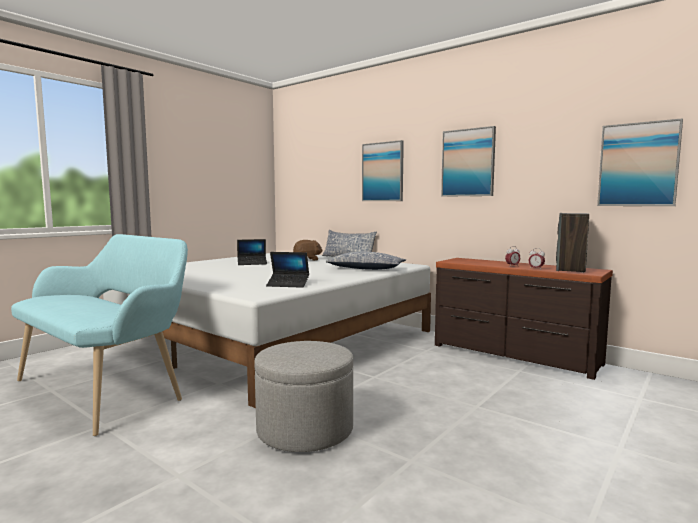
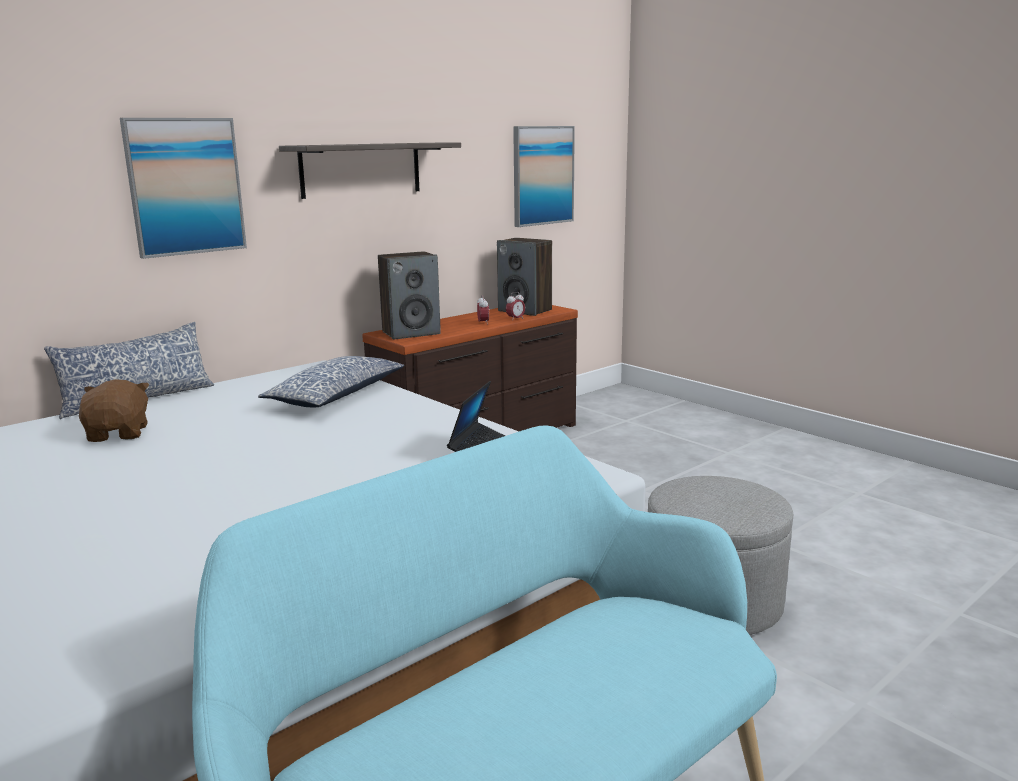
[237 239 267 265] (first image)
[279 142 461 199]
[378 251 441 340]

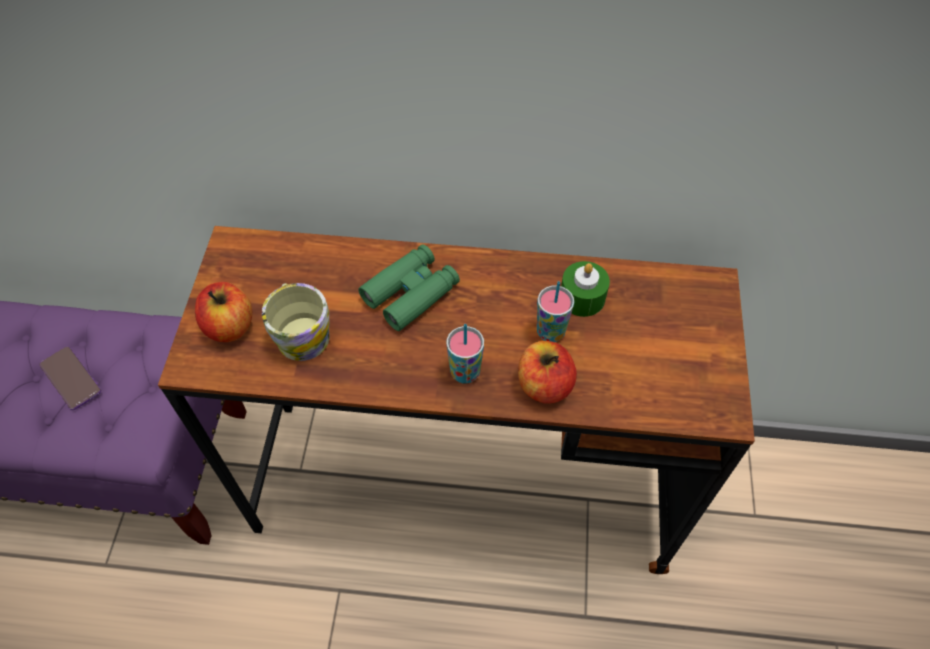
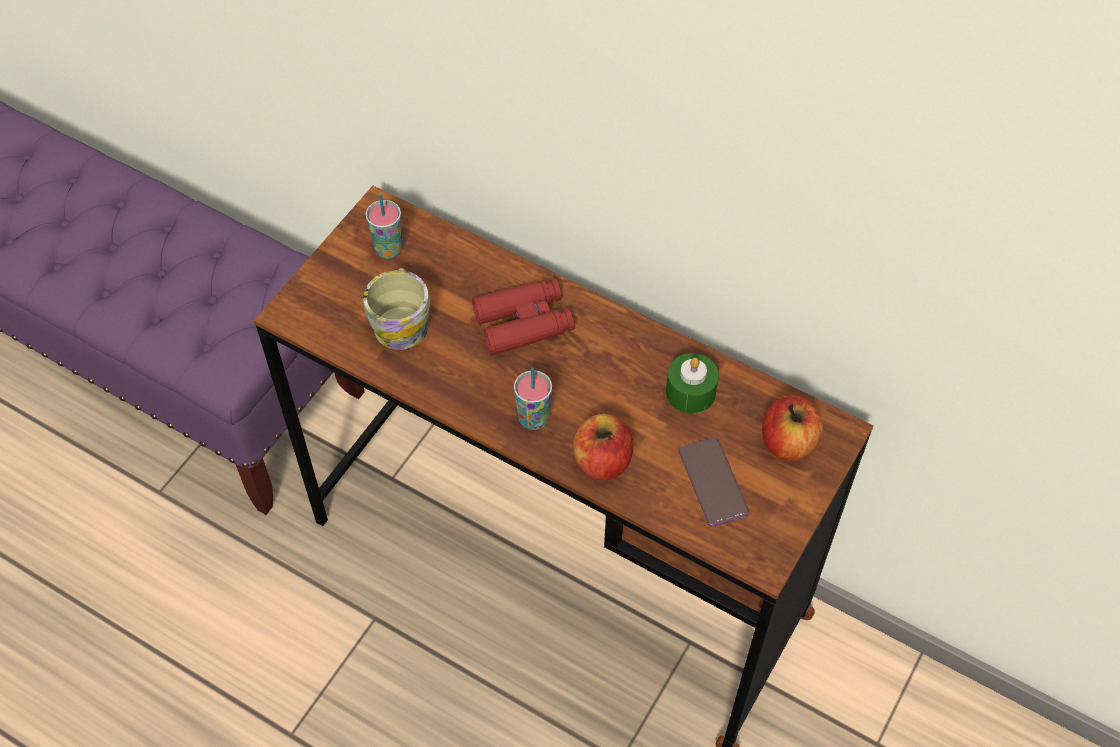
[679 438 749 526]
[762 395 823 461]
[472 278 575 355]
[365 193 403 259]

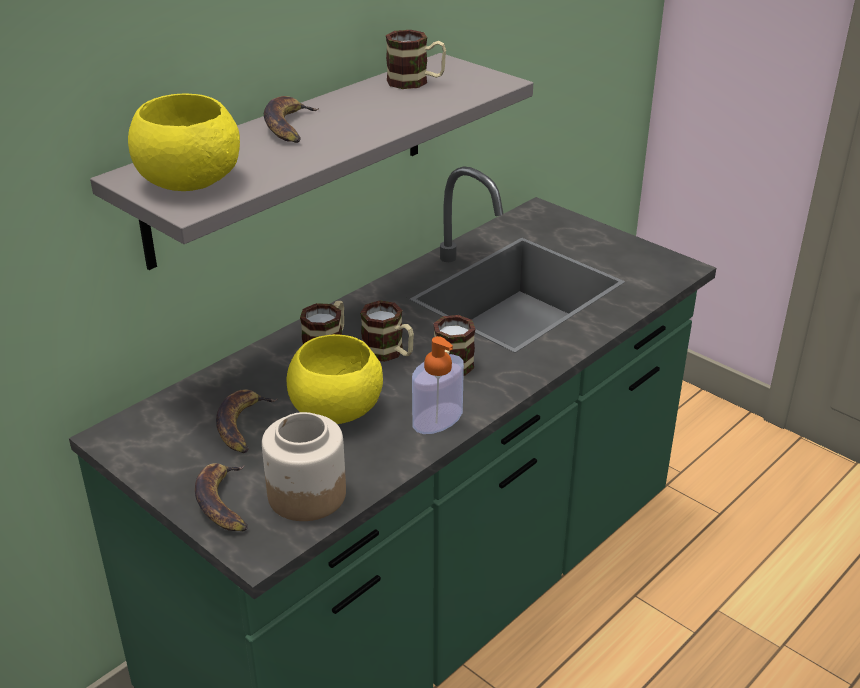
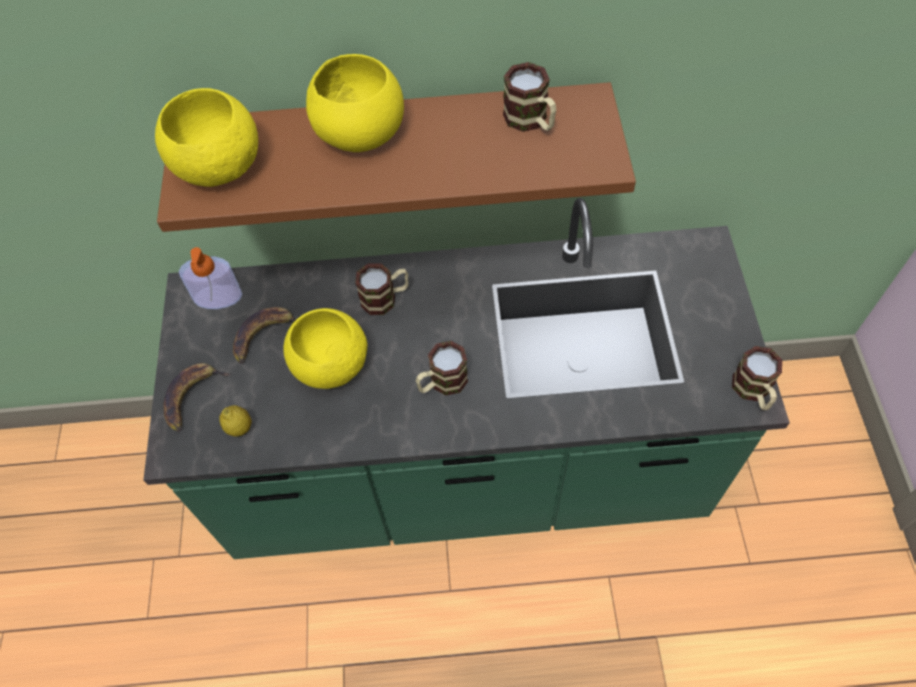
[157 82 636 232]
[219 405 252 437]
[306 54 404 152]
[732 346 782 410]
[179 247 242 309]

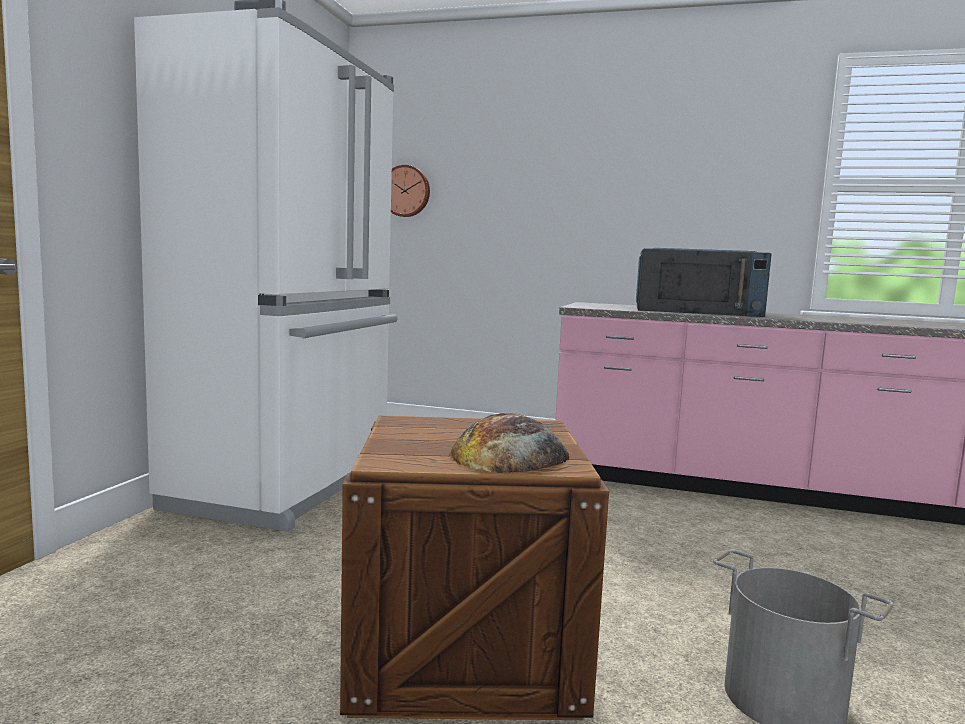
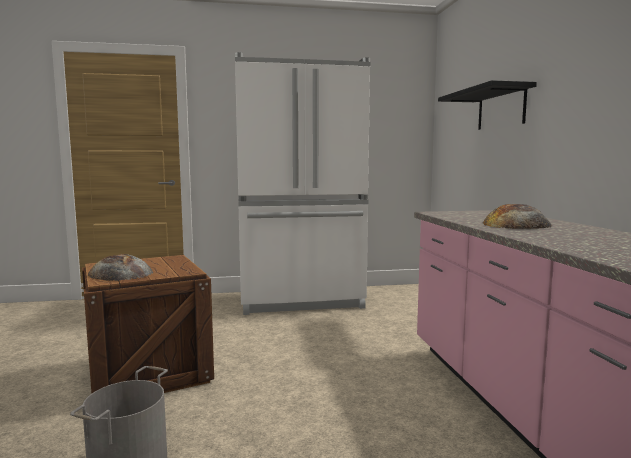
[391 165 430 217] (first image)
[482 204 552 229]
[438 80 537 130]

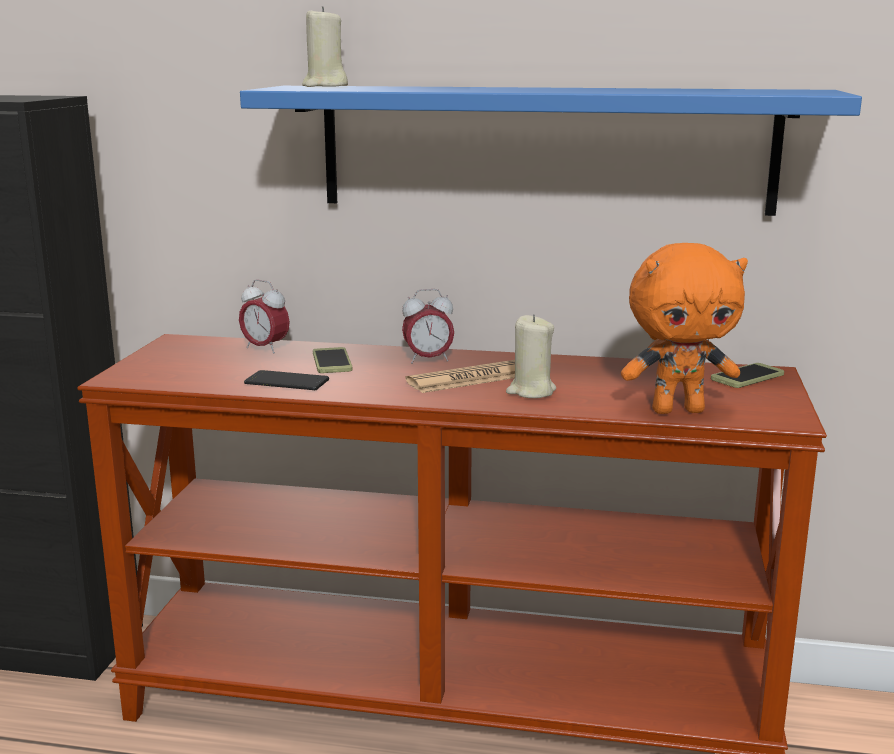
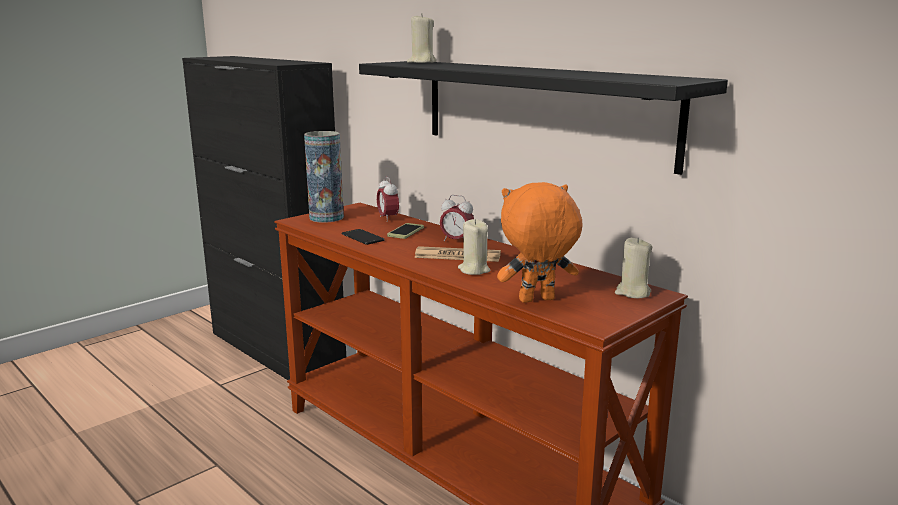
[359 61 728 175]
[497 182 582 303]
[615 237 652 298]
[304 131 344 223]

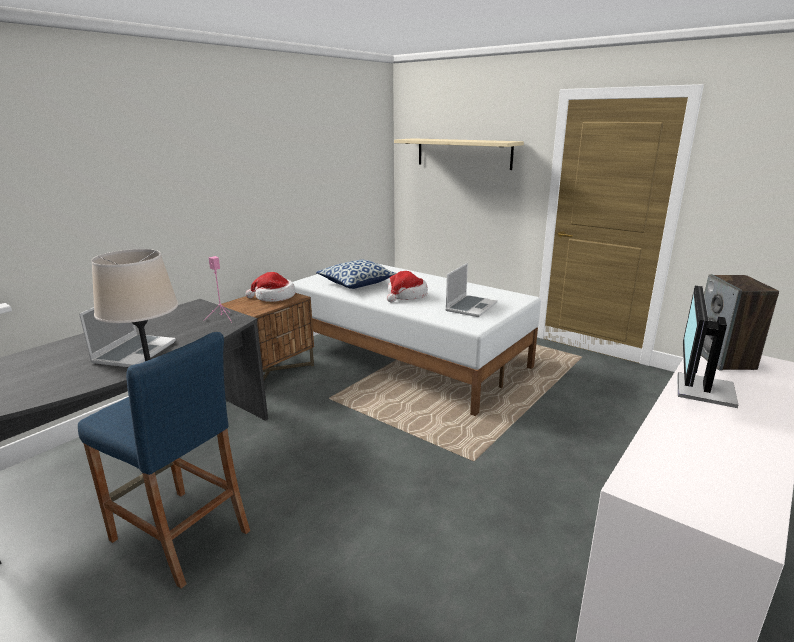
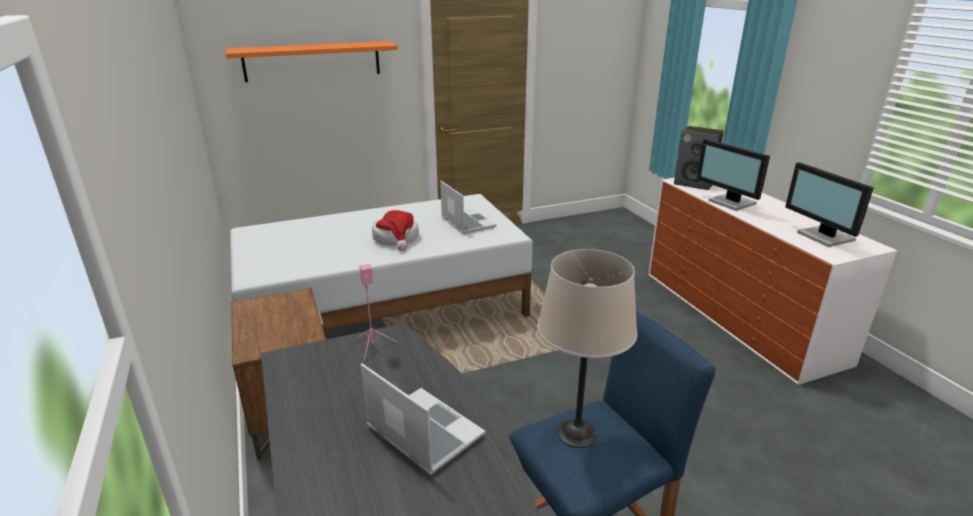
[245 272 296 302] (first image)
[316 260 397 289] (first image)
[226 41 398 82]
[785 162 874 247]

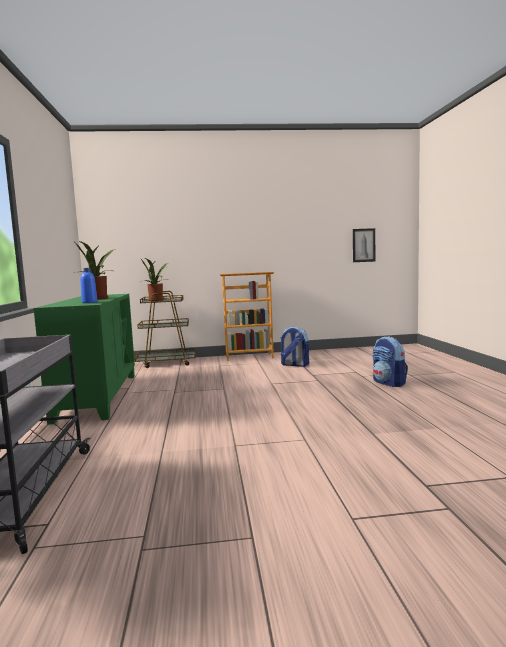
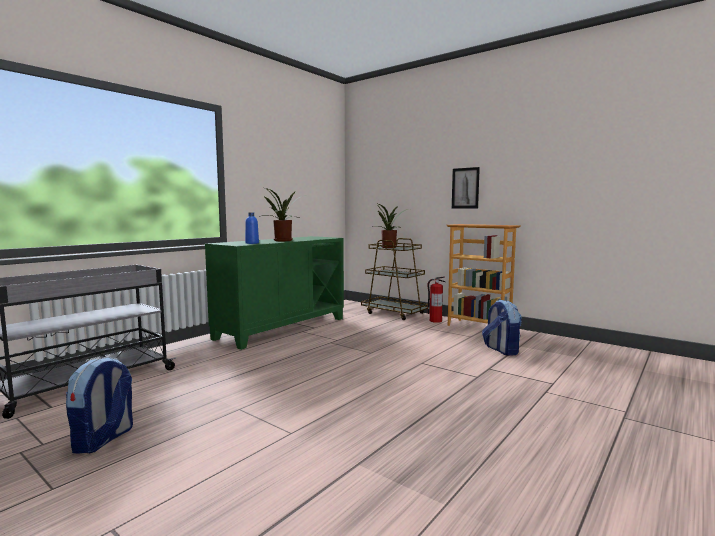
[452 167 480 209]
[66 357 133 453]
[428 276 445 323]

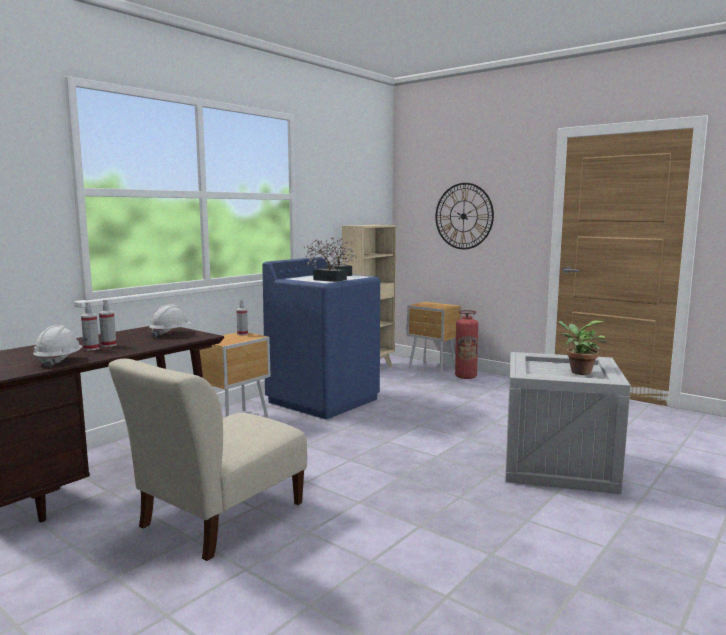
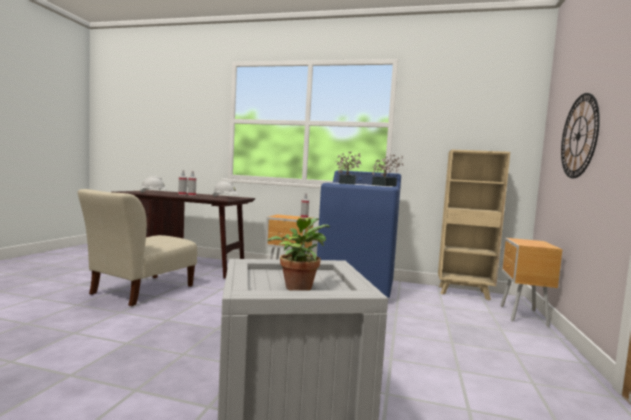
[78 189 197 306]
[455 310 478 379] (first image)

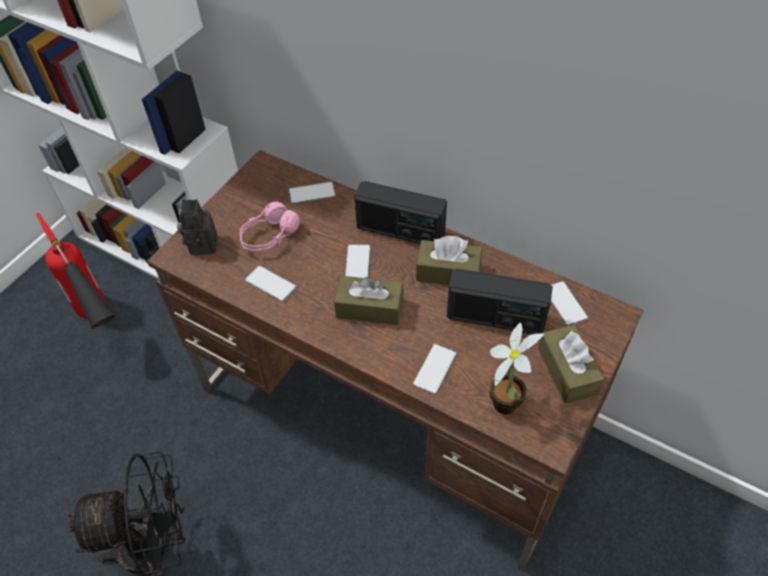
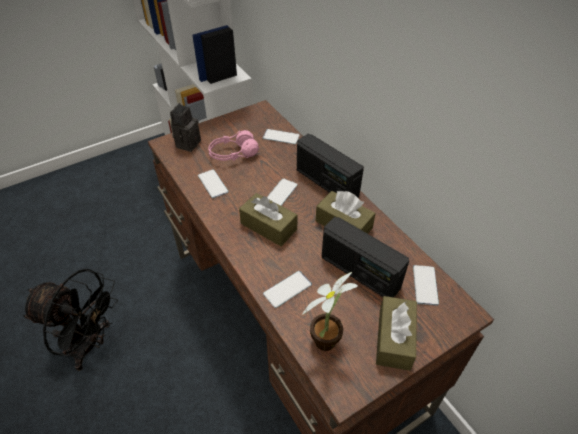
[36 213 116 329] (first image)

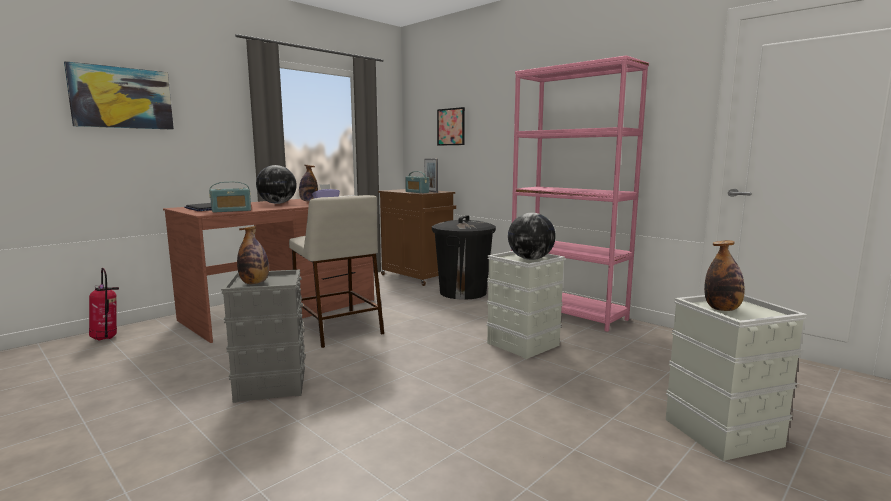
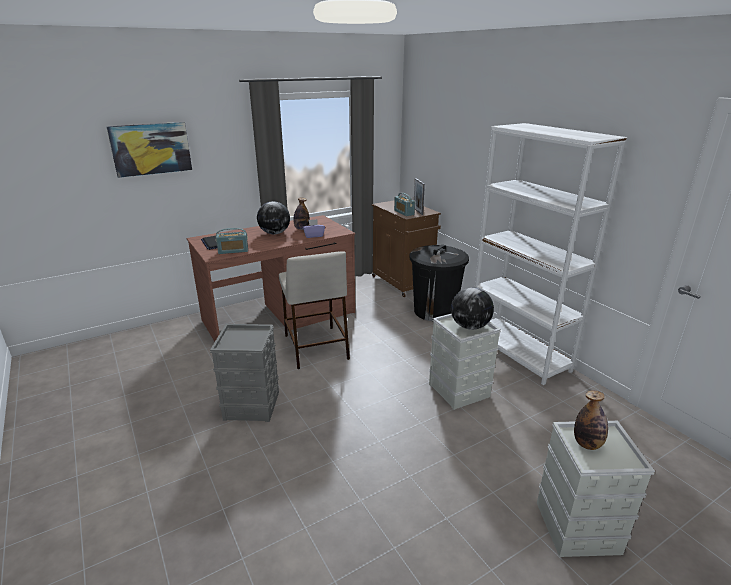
[89 268 119 341] (first image)
[237 226 269 284] (first image)
[437 107 465 146] (first image)
[475 123 627 385]

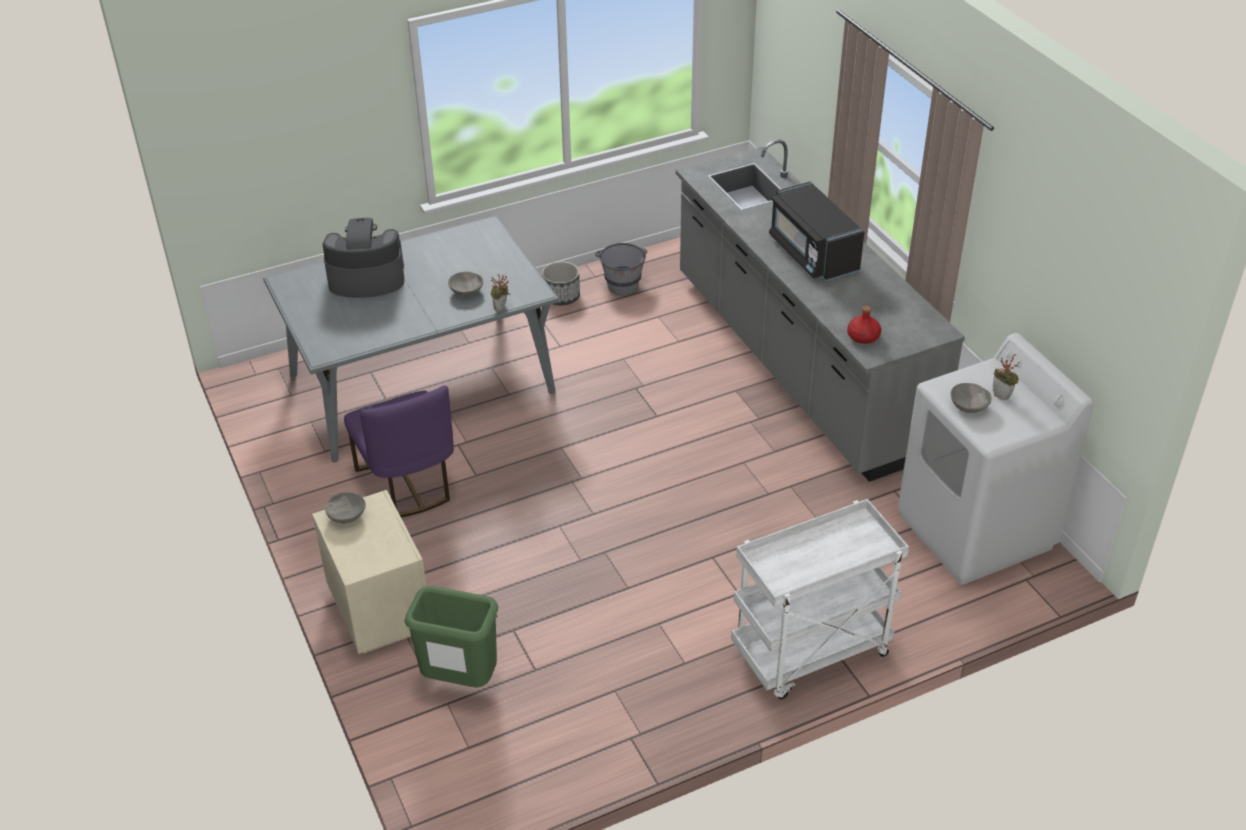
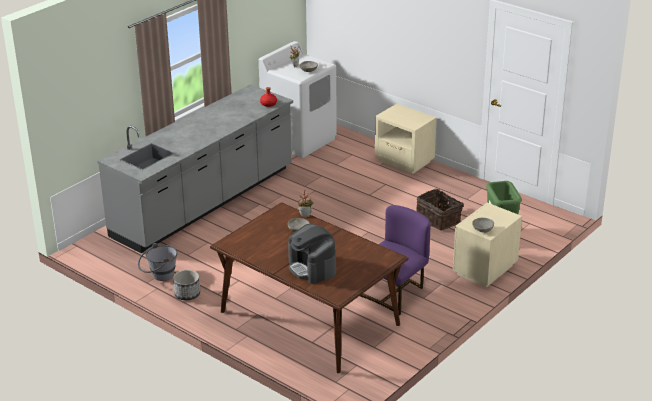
[210 202 408 373]
[375 104 437 174]
[769 182 864 281] (first image)
[416 189 464 230]

